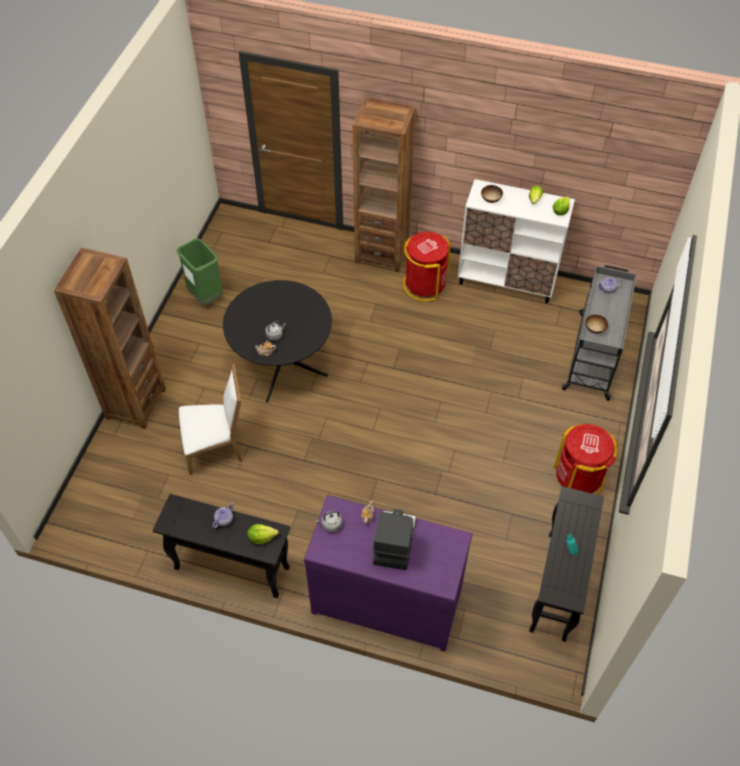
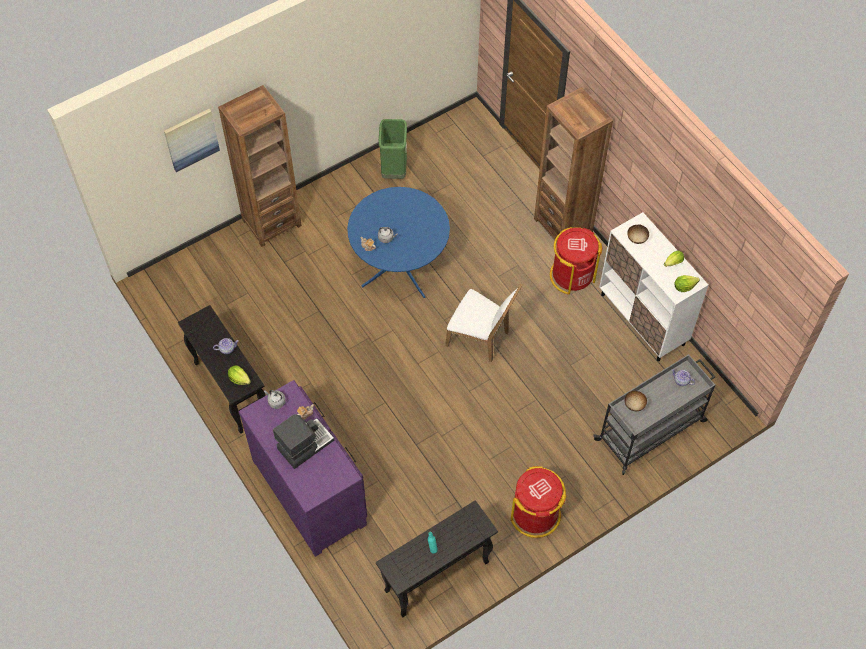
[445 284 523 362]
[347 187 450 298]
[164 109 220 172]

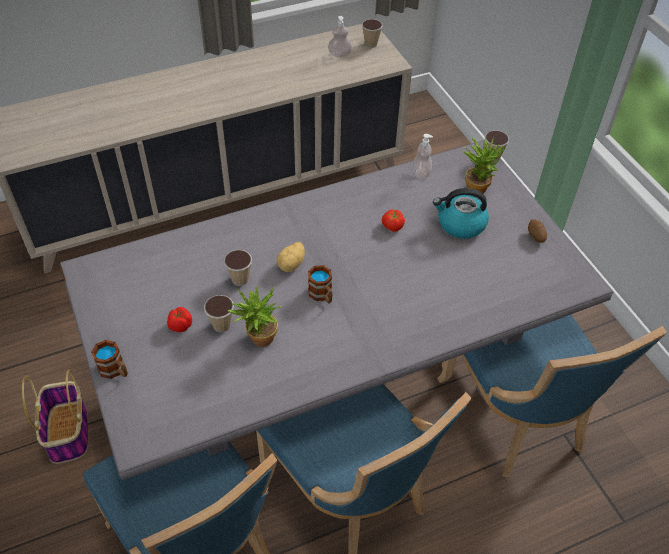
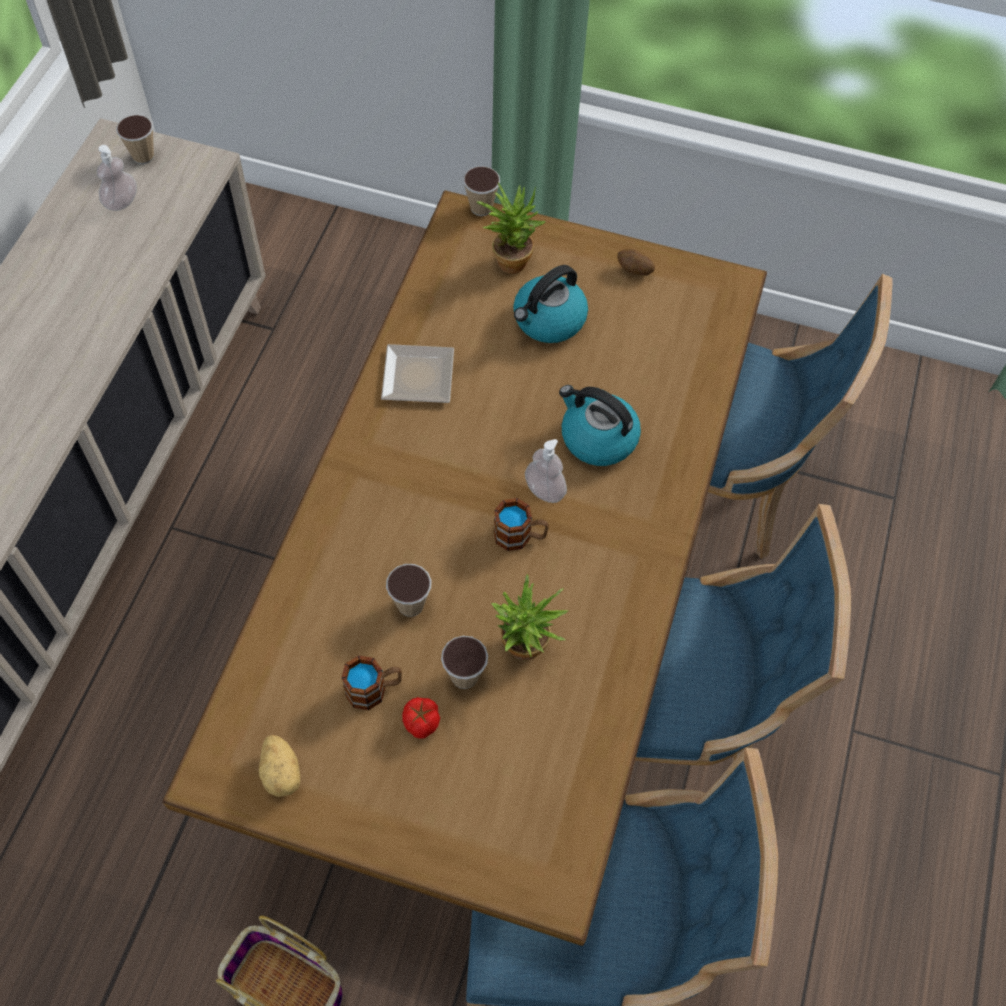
[163 191 767 946]
[341 656 402 710]
[259 735 300 797]
[382 210 405 232] (first image)
[525 439 567 503]
[381 344 454 403]
[559 385 641 466]

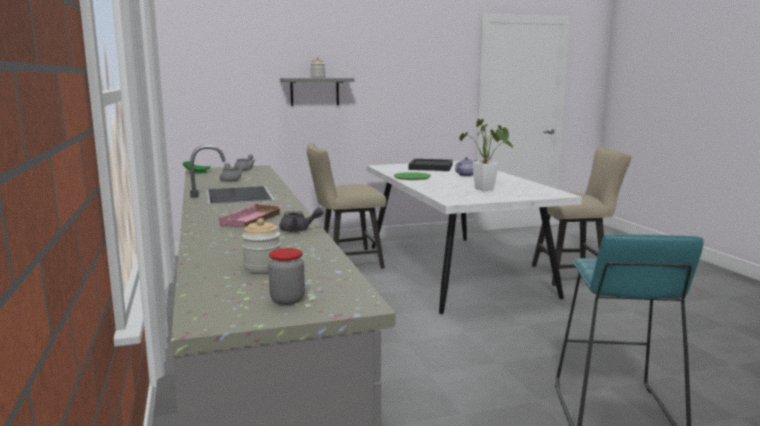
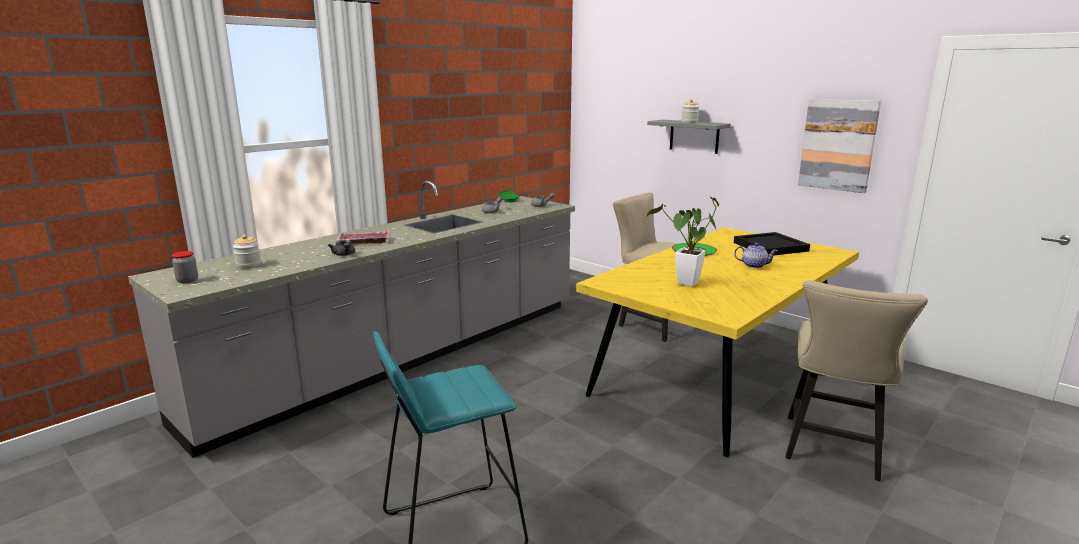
[576 228 859 457]
[786 280 928 481]
[798 99 881 193]

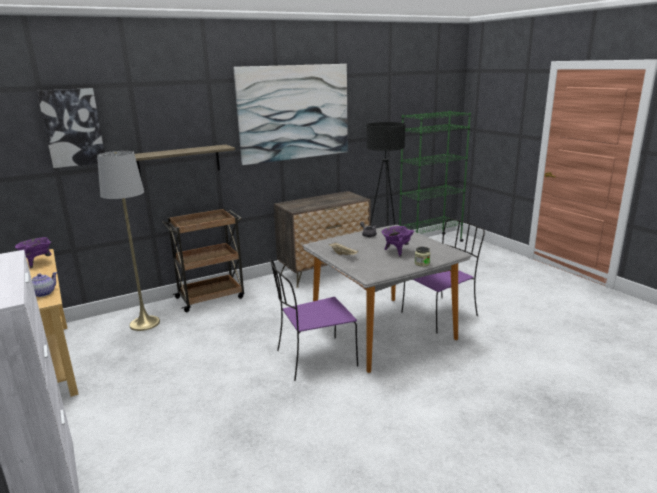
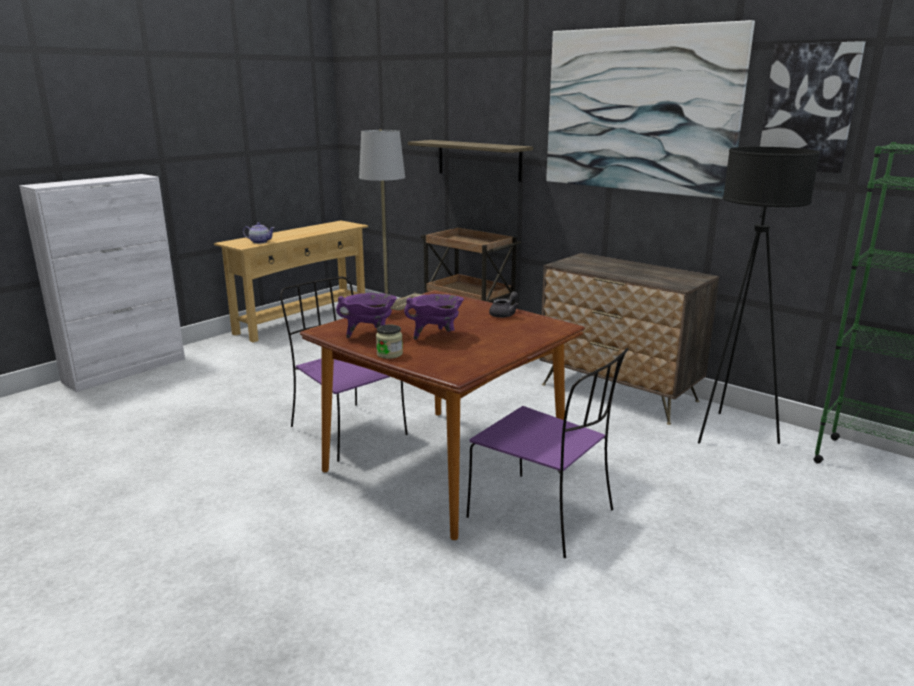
[336 293 397 338]
[760 41 865 173]
[300 290 585 540]

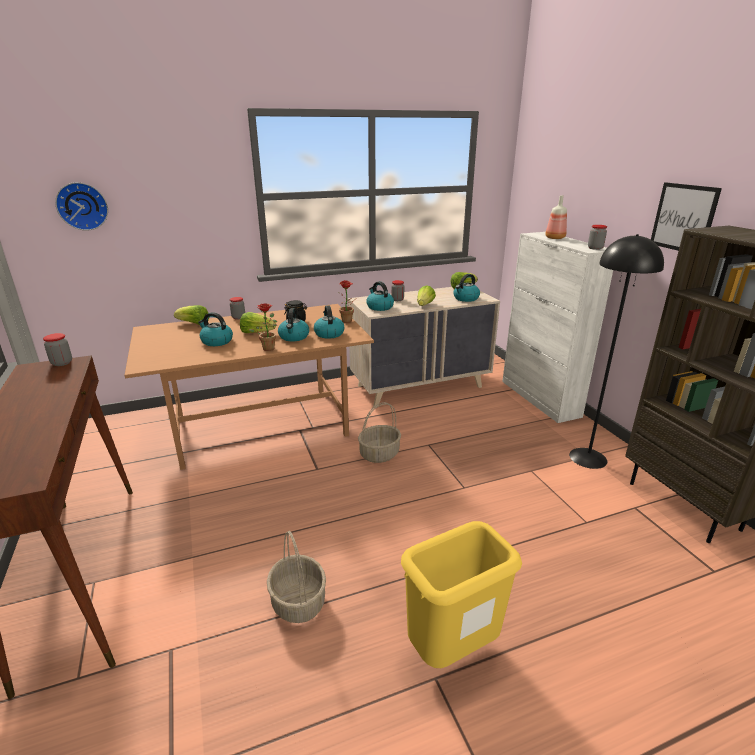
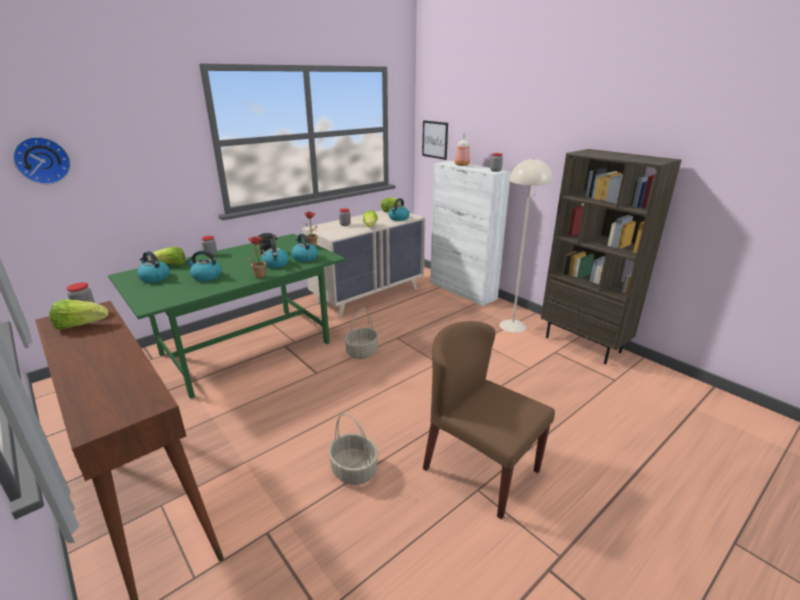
[108 234 346 399]
[49 299 108 329]
[137 251 170 283]
[423 321 555 520]
[499 158 553 333]
[422 120 448 160]

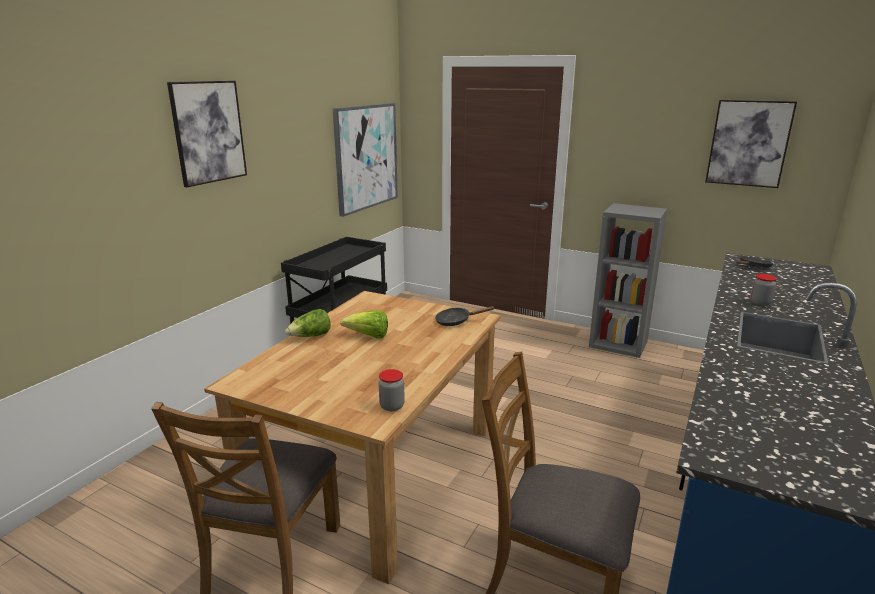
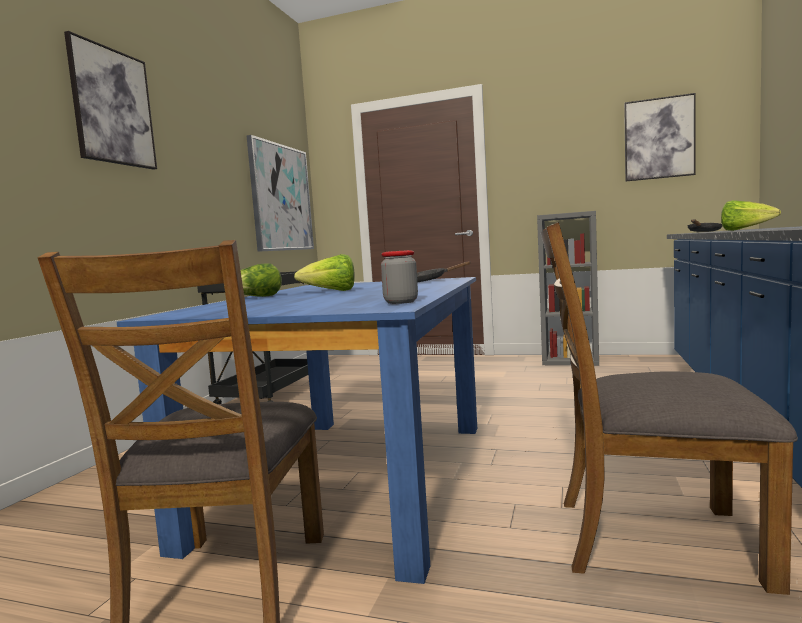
[117 277 477 584]
[721 200 781 231]

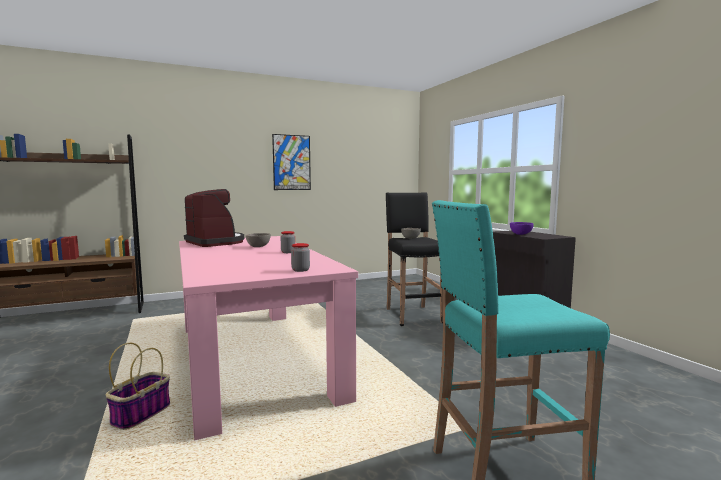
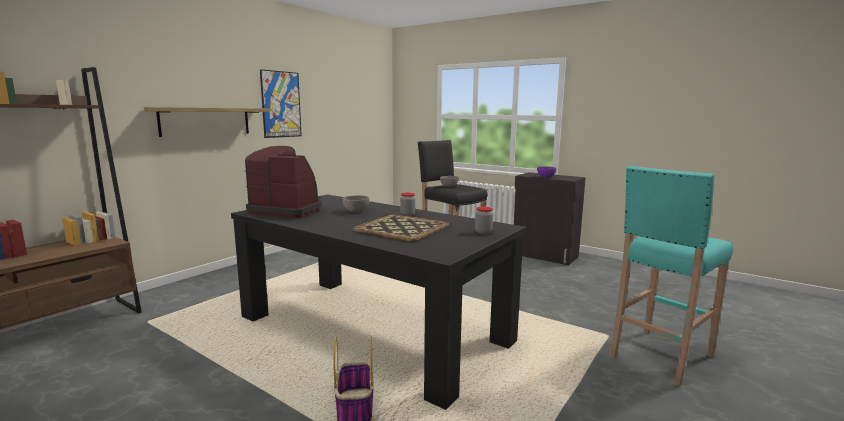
[231 195 526 410]
[144 107 270 137]
[352 215 449 242]

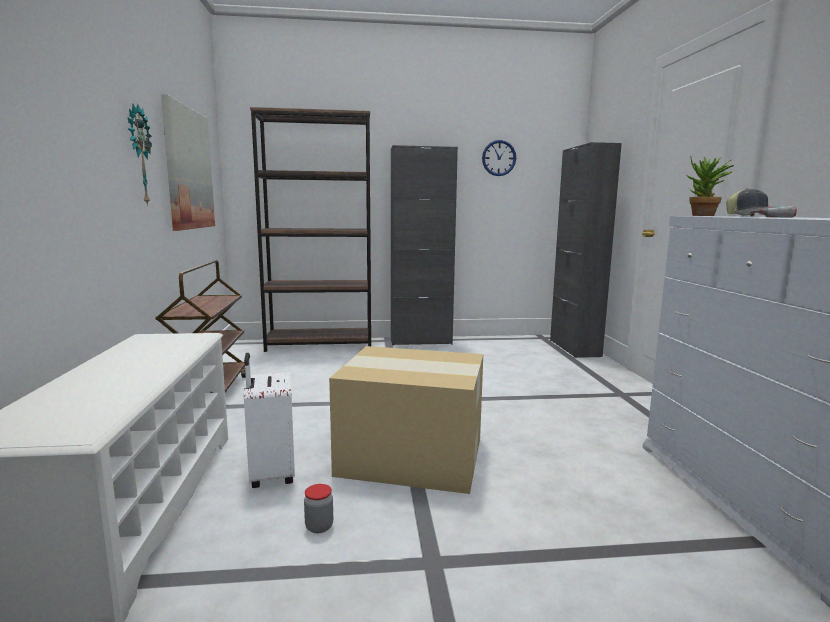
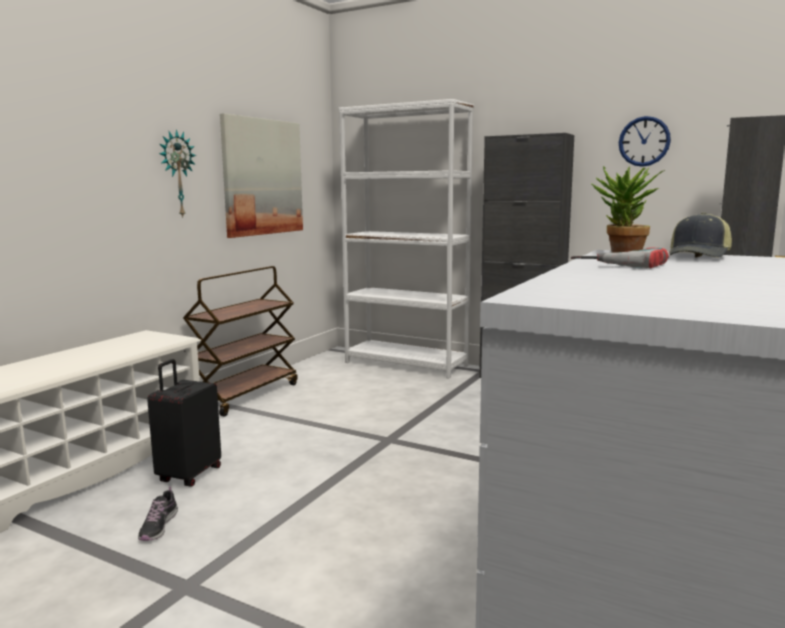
[147 359 221 487]
[339 99 474 378]
[138 487 178 541]
[329 346 483 494] (first image)

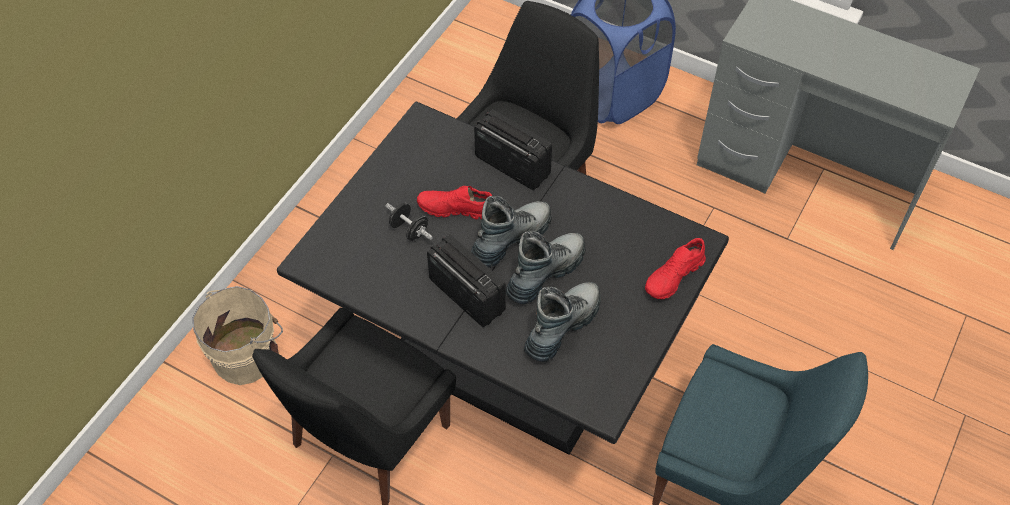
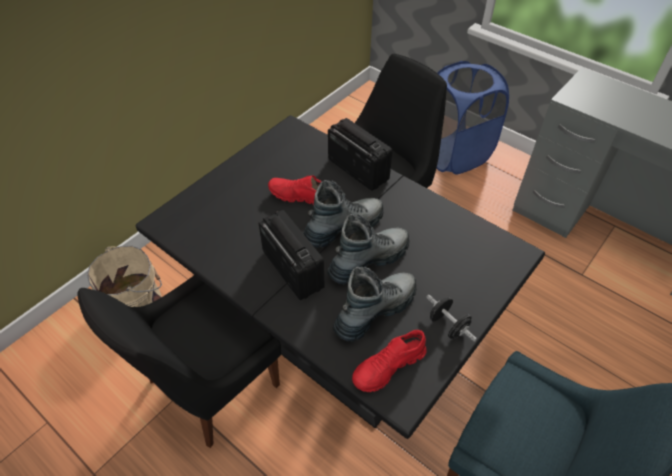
[426 295 477 342]
[352 330 427 392]

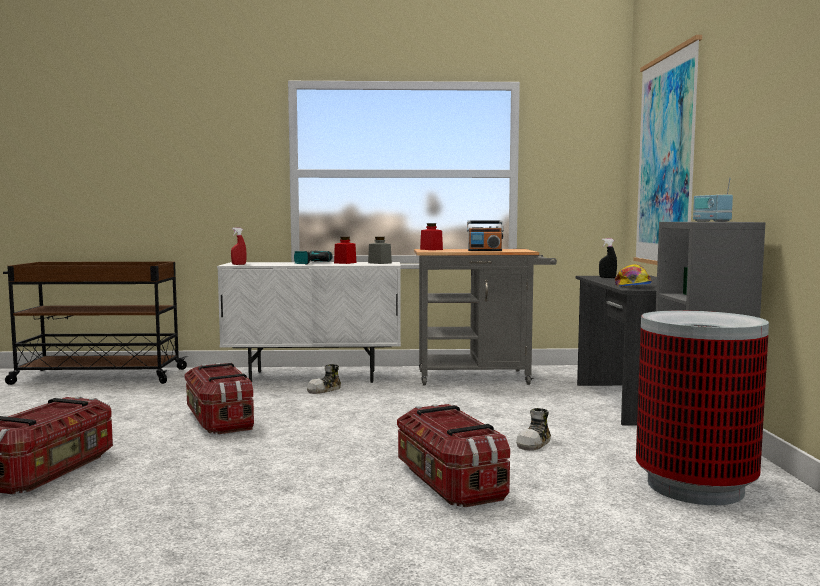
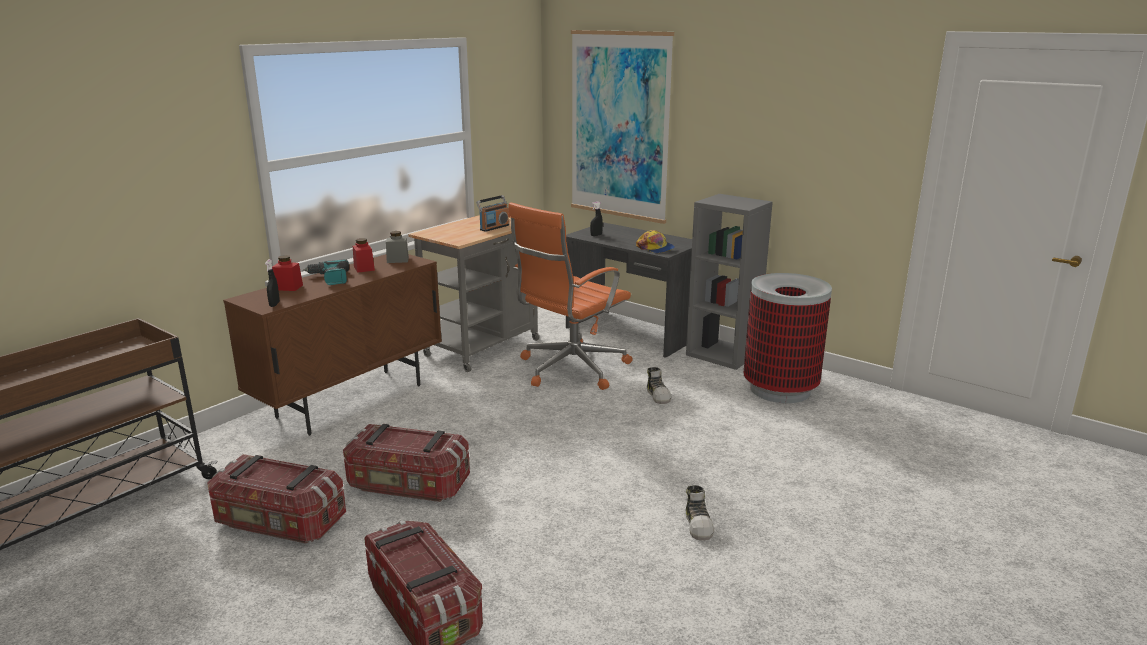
[223 254 442 436]
[265 259 280 307]
[685 485 714 541]
[207 454 346 544]
[272 255 303 291]
[693 178 733 222] (first image)
[508 202 633 390]

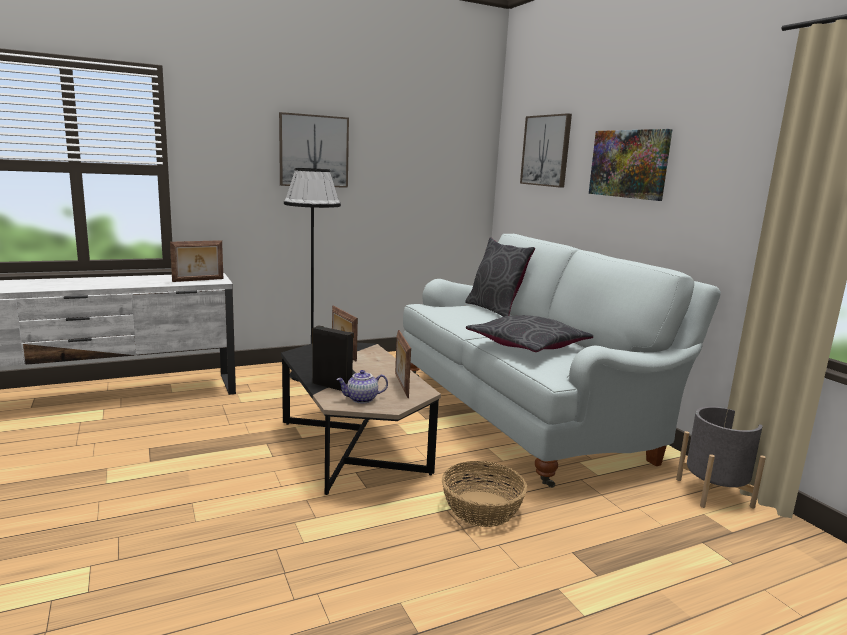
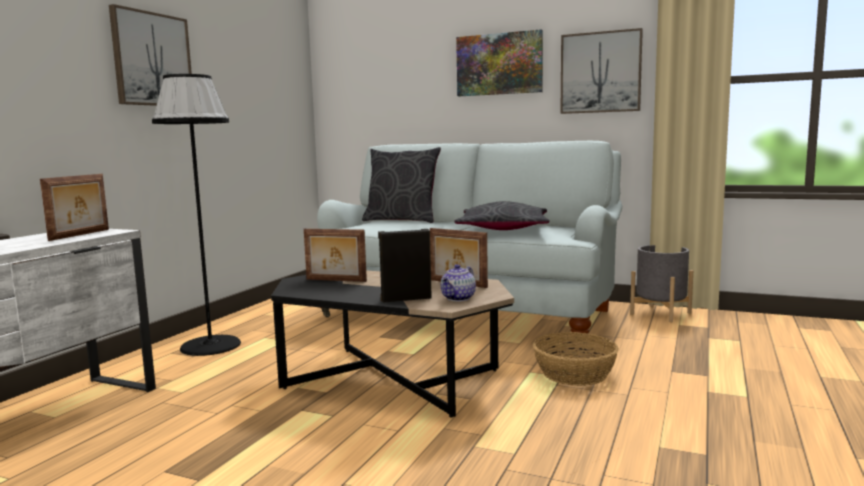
[560 28 643 114]

